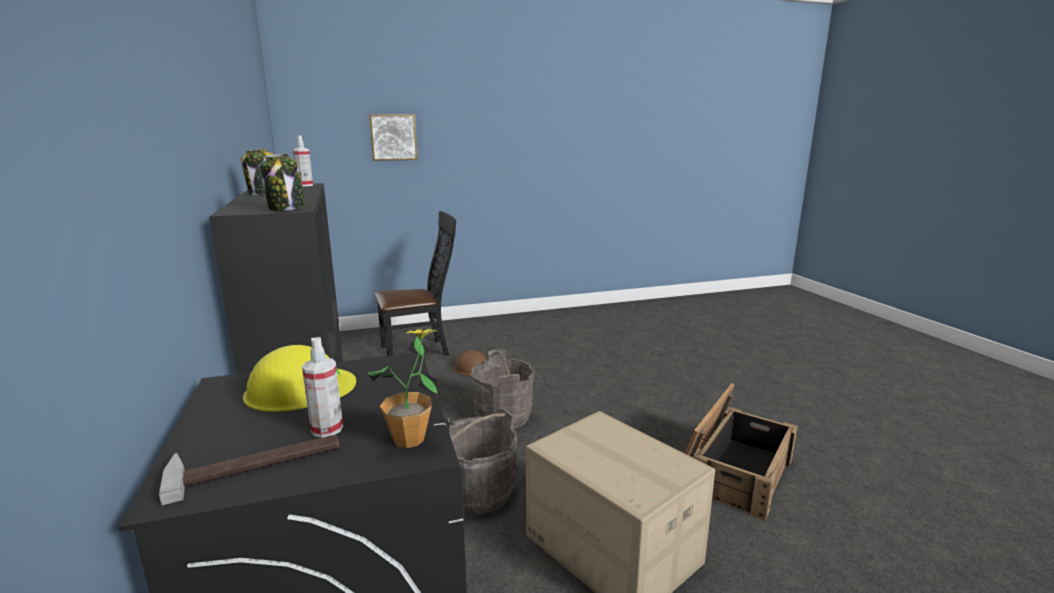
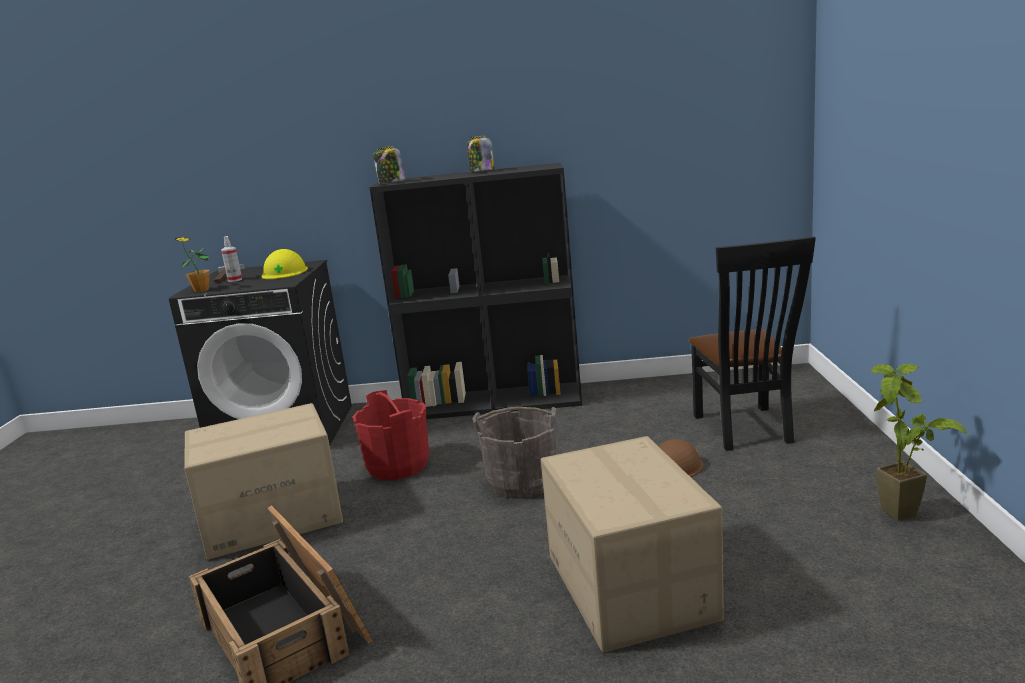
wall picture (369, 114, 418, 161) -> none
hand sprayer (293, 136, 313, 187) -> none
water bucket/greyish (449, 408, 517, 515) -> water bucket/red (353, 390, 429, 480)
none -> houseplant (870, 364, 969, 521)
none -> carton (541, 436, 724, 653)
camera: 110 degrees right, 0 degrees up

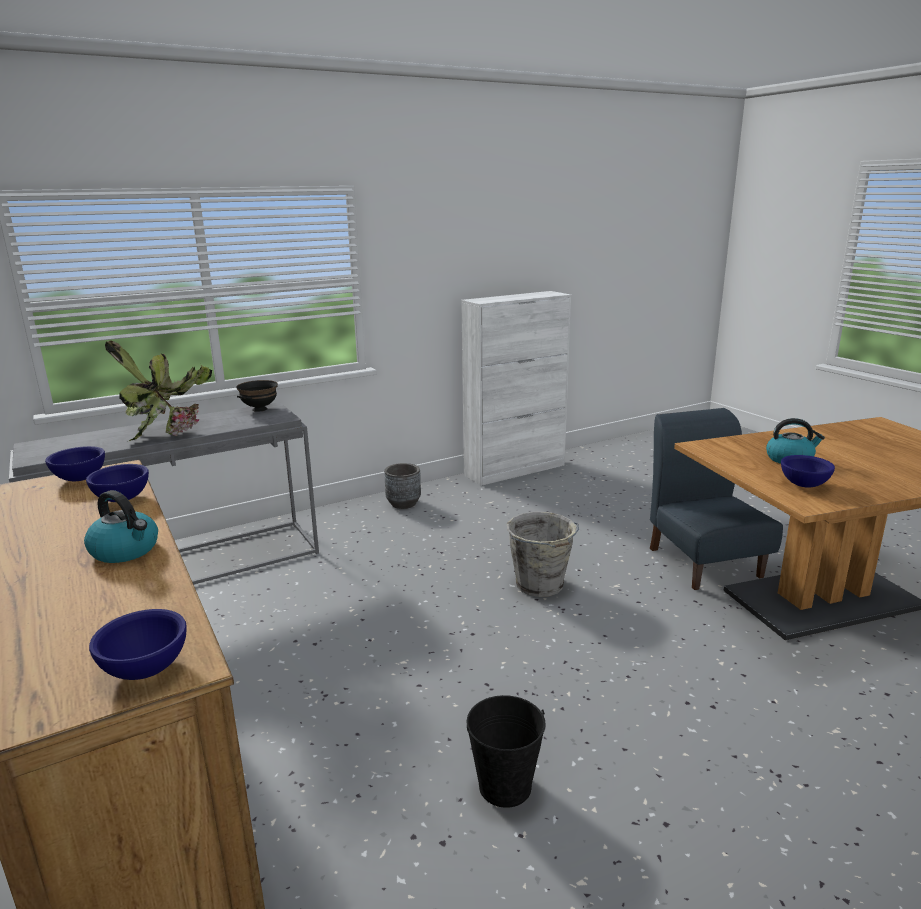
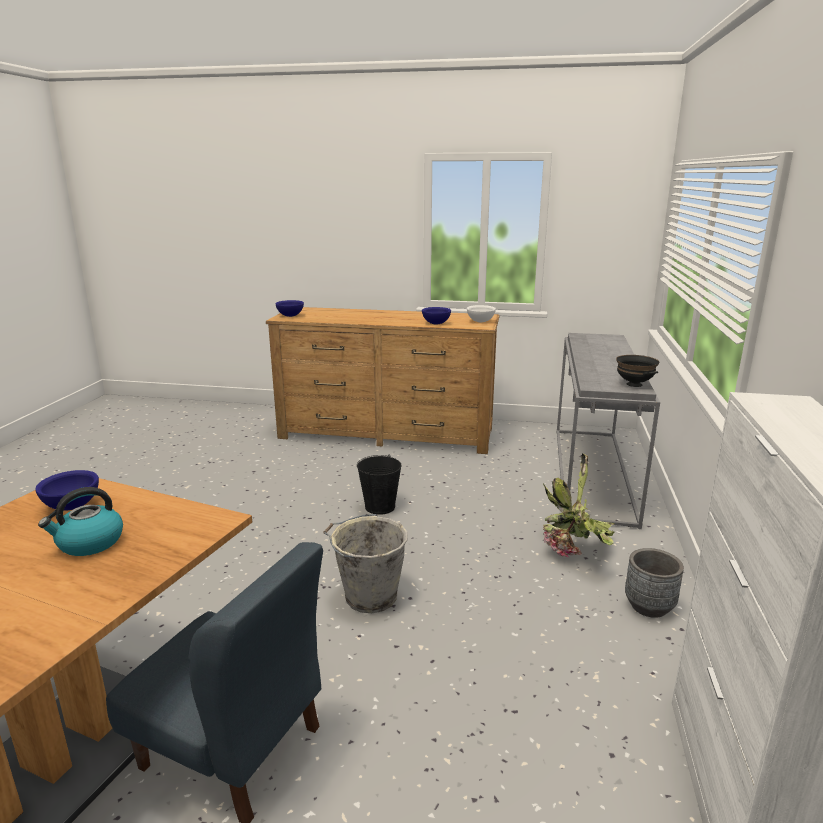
houseplant (105, 341, 212, 442) -> houseplant (543, 453, 615, 558), relocated
serving bowl/blue (45, 446, 105, 481) -> serving bowl/white (467, 305, 496, 322)
tea kettle (84, 490, 158, 563) -> none
water bucket/blackish (467, 695, 545, 808) -> water bucket/blackish (357, 455, 402, 515), relocated
camera: 130 degrees right, 0 degrees up

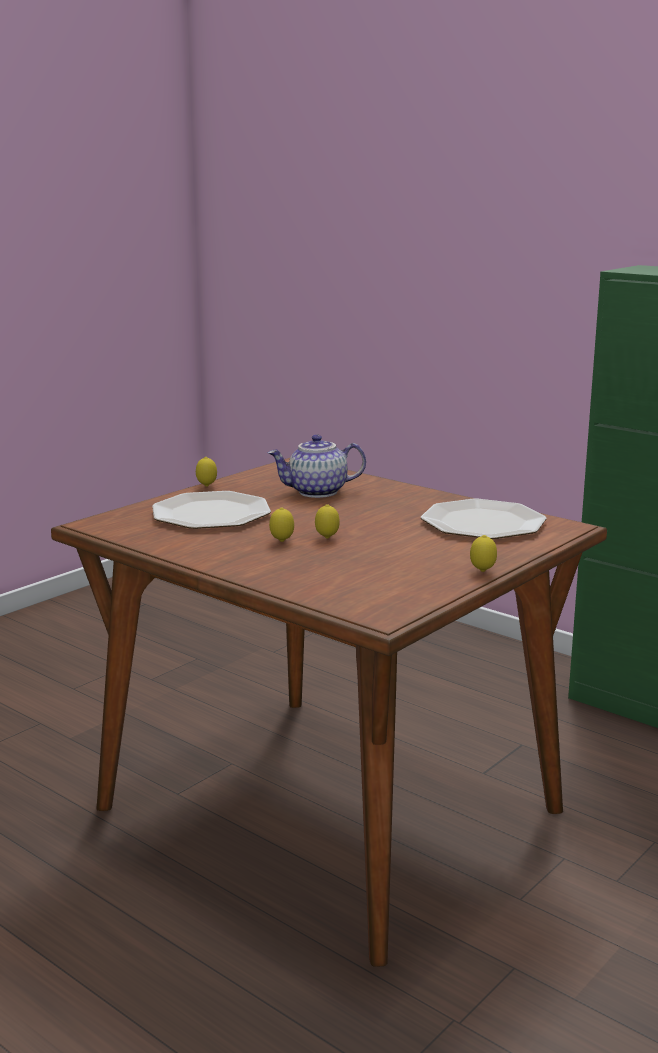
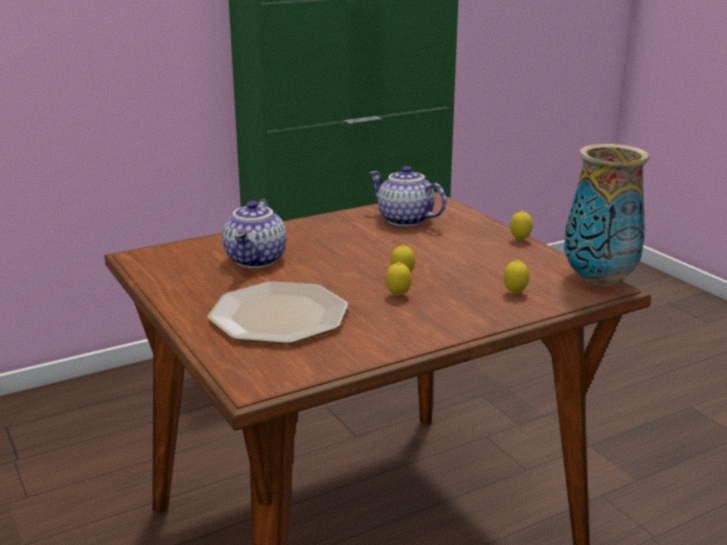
lemon (196, 457, 217, 487) -> lemon (503, 260, 529, 294), relocated
flat dish (421, 499, 547, 539) -> teapot (369, 166, 446, 226)
none -> vase (564, 144, 649, 287)
camera: 70 degrees left, 5 degrees up

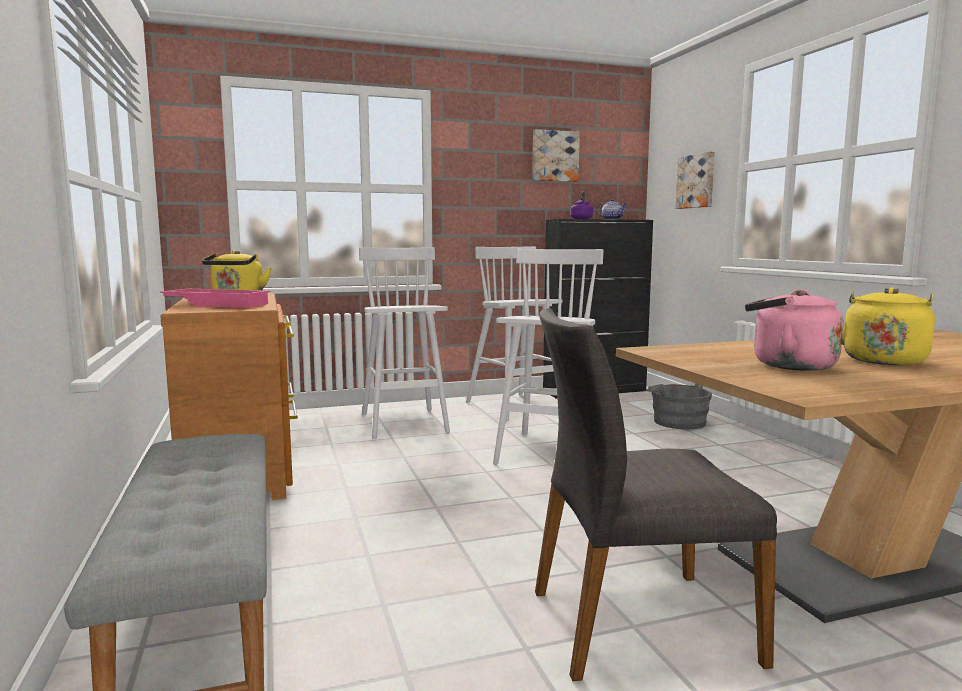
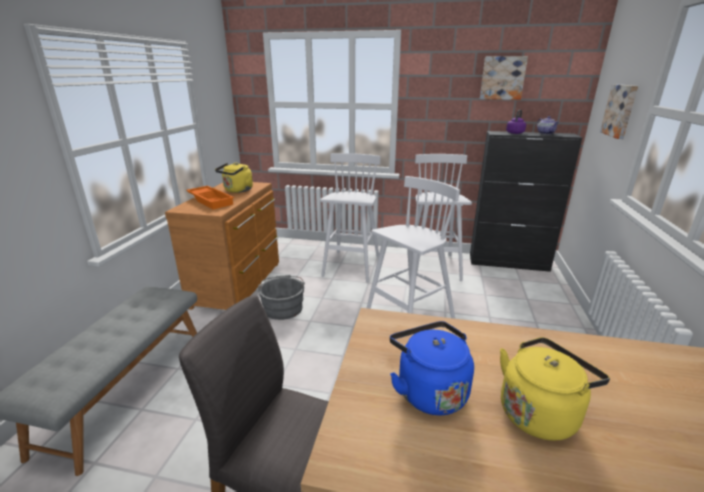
tray/pink-coloured (160, 289, 271, 308) -> tray/orangey (186, 186, 234, 209)
tea kettle/pink-coloured (745, 289, 843, 371) -> tea kettle/blue (390, 321, 474, 415)
water bucket/greyish (645, 383, 712, 429) -> water bucket/greyish (258, 275, 305, 320), relocated
camera: 30 degrees right, 15 degrees up

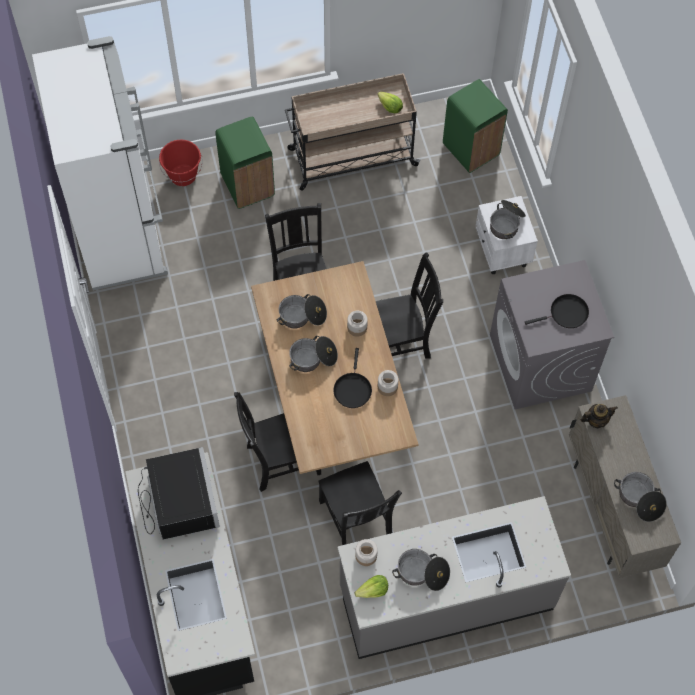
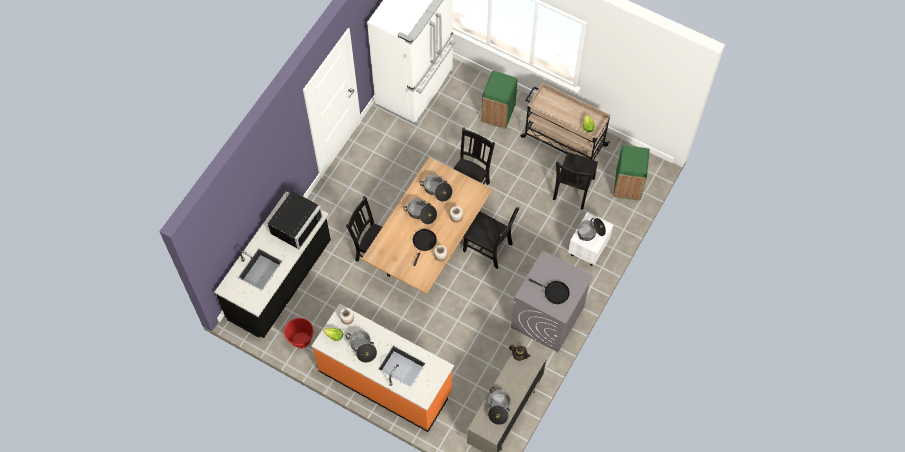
water bucket/red (159, 140, 203, 186) -> water bucket/red (284, 318, 314, 349), relocated
pan/blackish (334, 348, 372, 408) -> pan/blackish (413, 229, 437, 266), 150 degrees clockwise
chair/blackish (318, 461, 402, 545) -> chair/blackish (553, 152, 598, 210), relocated
kitchen base unit/greyish (338, 496, 571, 659) -> kitchen base unit/orangey (312, 304, 454, 432)
camera: 45 degrees right, 0 degrees up

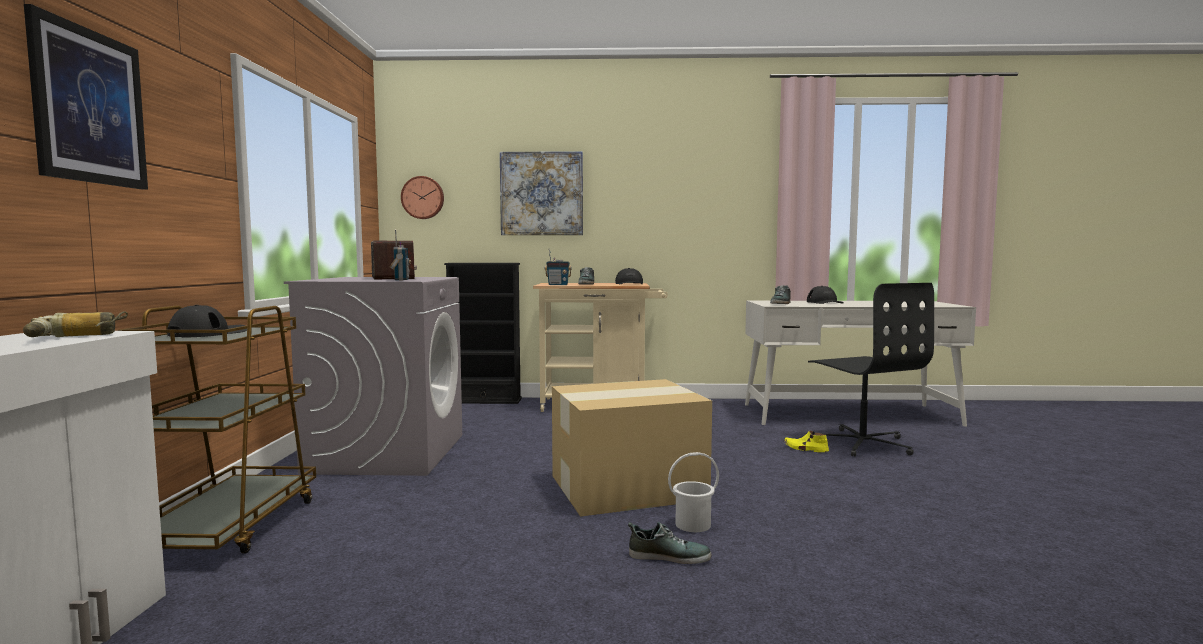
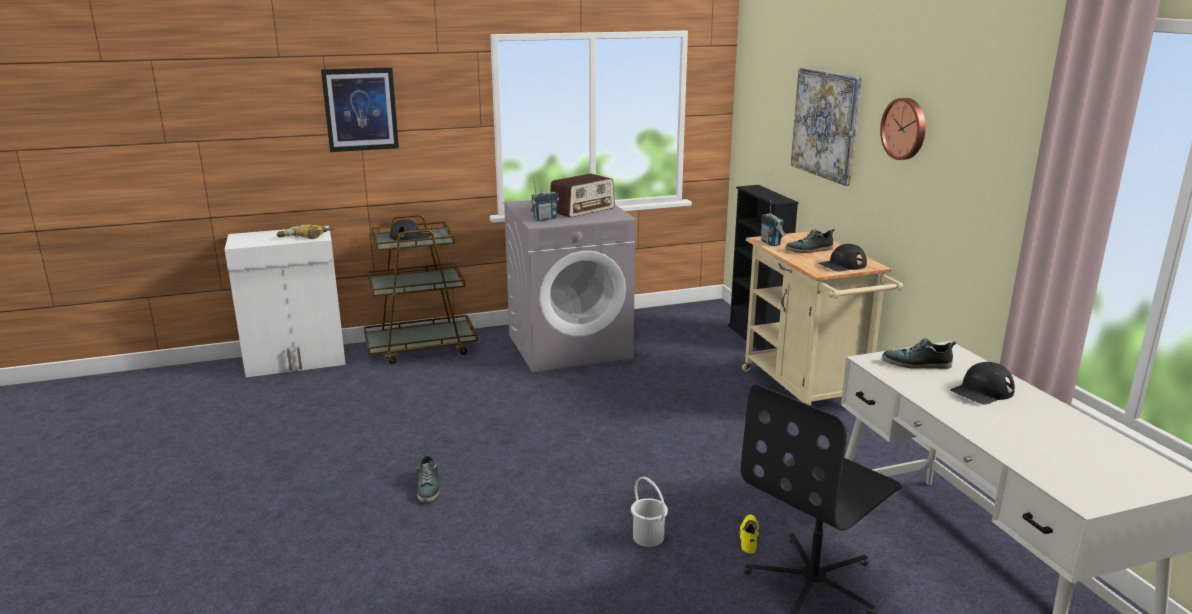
wall clock (401, 176, 444, 219) -> wall clock (880, 98, 926, 160), relocated
carton (552, 379, 712, 517) -> none
water bucket/white (668, 452, 719, 532) -> water bucket/white (631, 477, 668, 547), relocated
camera: 70 degrees right, 15 degrees up

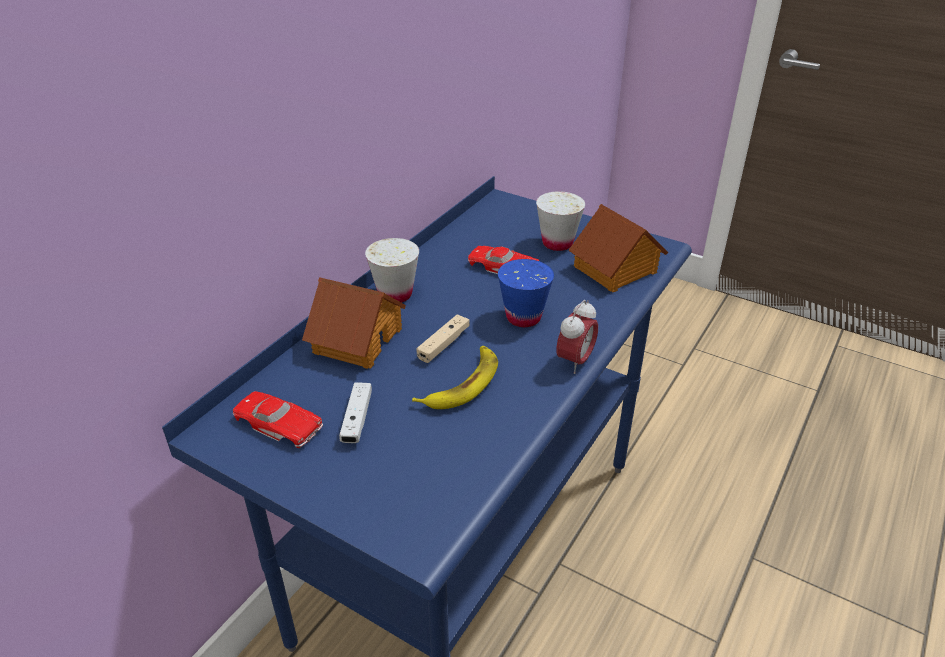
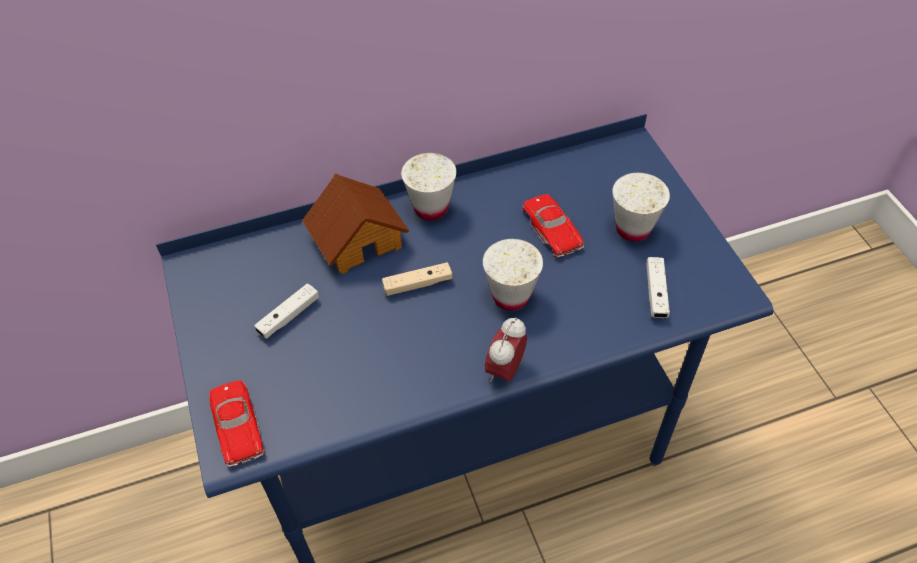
miniature house (568, 204, 668, 293) -> game controller/white (646, 257, 670, 318)
small cup/blue (498, 259, 554, 327) -> small cup/white (483, 239, 543, 311)
alarm clock (556, 300, 598, 374) -> alarm clock (485, 317, 527, 382), 135 degrees clockwise
banana (412, 346, 498, 409) -> none
miniature car/red (233, 391, 323, 448) -> miniature car/red (209, 380, 265, 467), relocated
camera: 40 degrees right, 15 degrees up

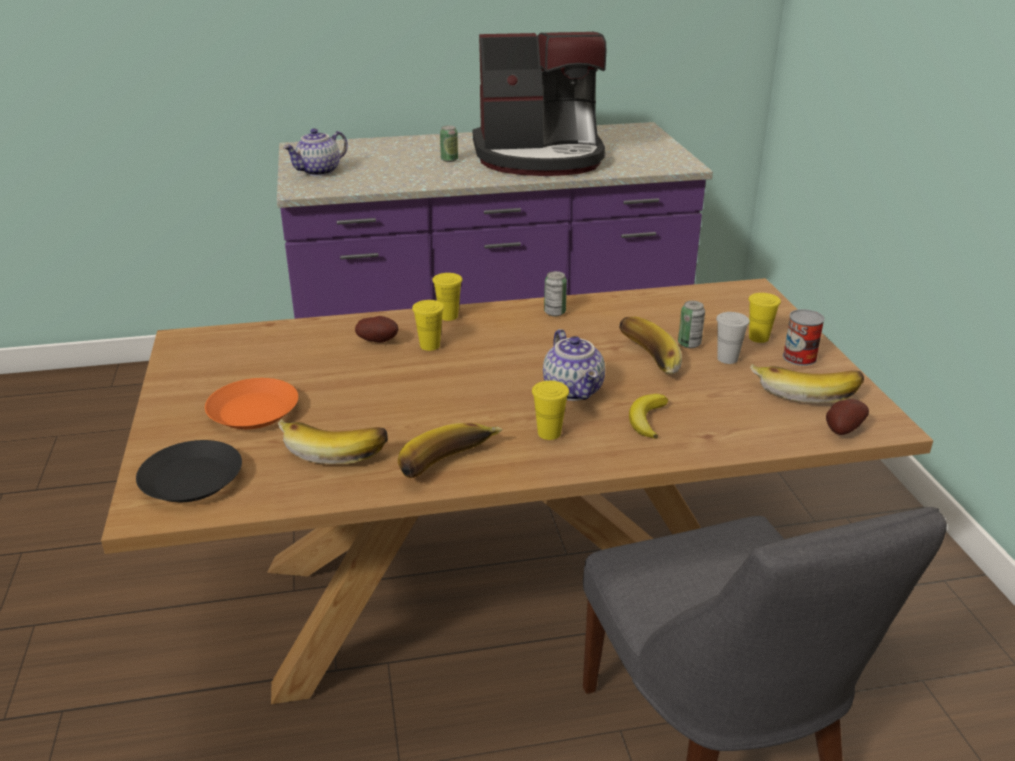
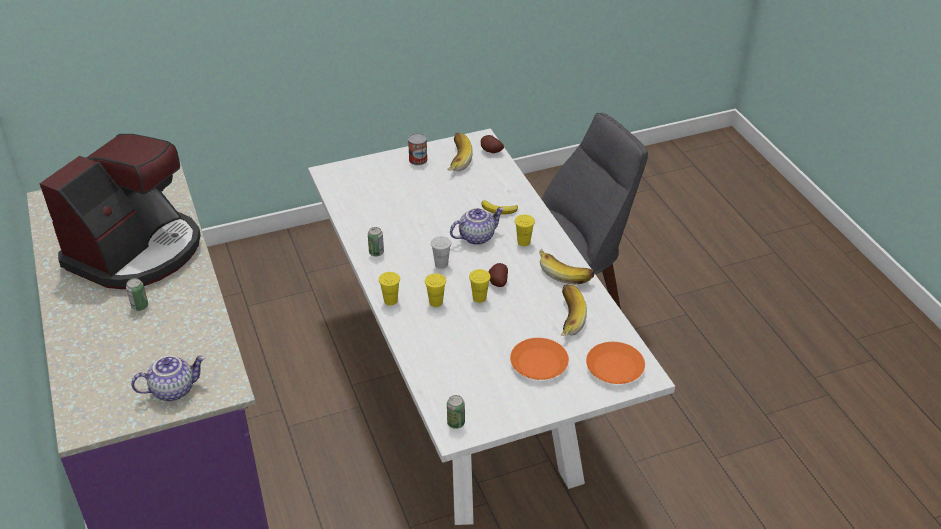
coffee machine (473, 31, 606, 176) -> coffee machine (39, 134, 201, 289), 45 degrees clockwise
teapot (283, 128, 348, 176) -> teapot (131, 355, 205, 401), 60 degrees counterclockwise
dining table/brown-coloured (101, 278, 933, 704) -> dining table/white (308, 128, 675, 525)
small cup/yellowish (749, 293, 781, 343) -> small cup/yellowish (469, 269, 491, 303), relocated
metal can (678, 301, 705, 348) -> metal can (447, 395, 465, 429), relocated
small cup/white (716, 312, 750, 364) -> small cup/white (431, 236, 451, 269), relocated
spud (355, 316, 399, 343) -> spud (489, 263, 508, 287), relocated
banana (619, 317, 682, 374) -> none
flat dish/blackish (136, 440, 242, 502) -> flat dish/orangey (586, 342, 645, 384)
camera: 100 degrees left, 10 degrees up

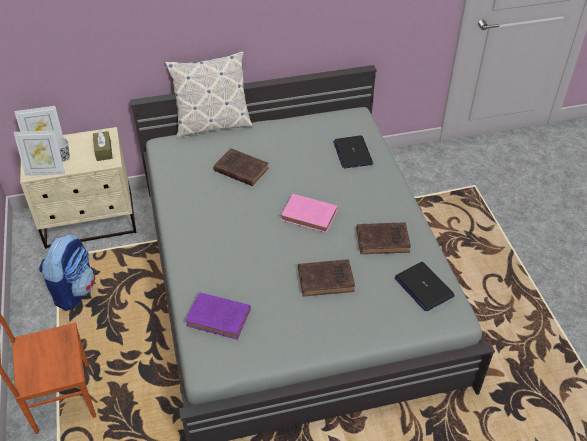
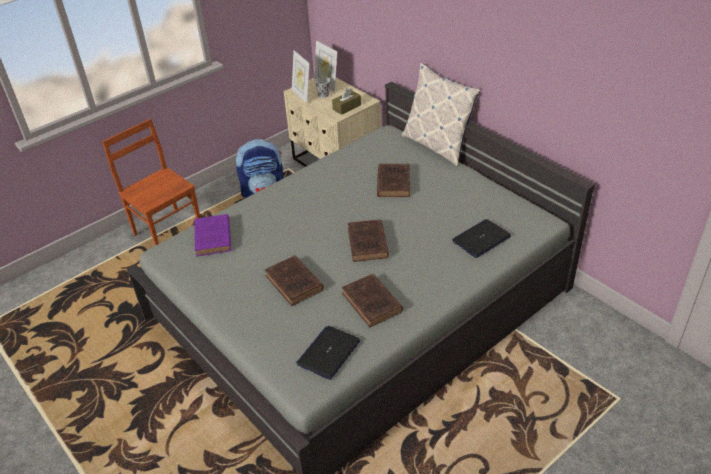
volume/pink-coloured (281, 194, 338, 233) -> volume/brown-coloured (348, 219, 389, 262)
camera: 65 degrees right, 5 degrees down

